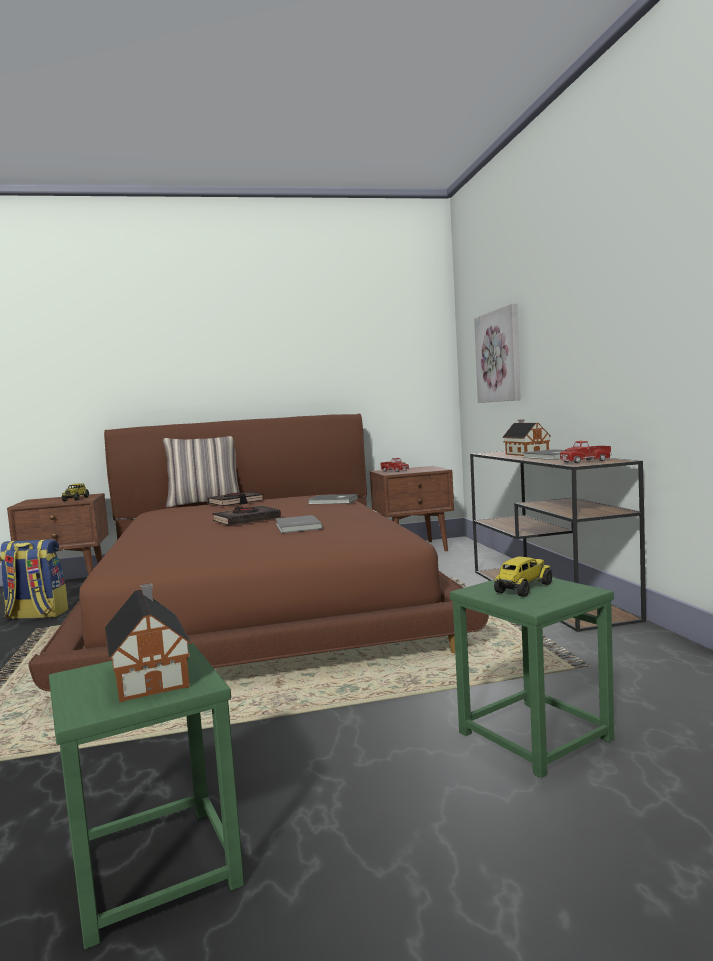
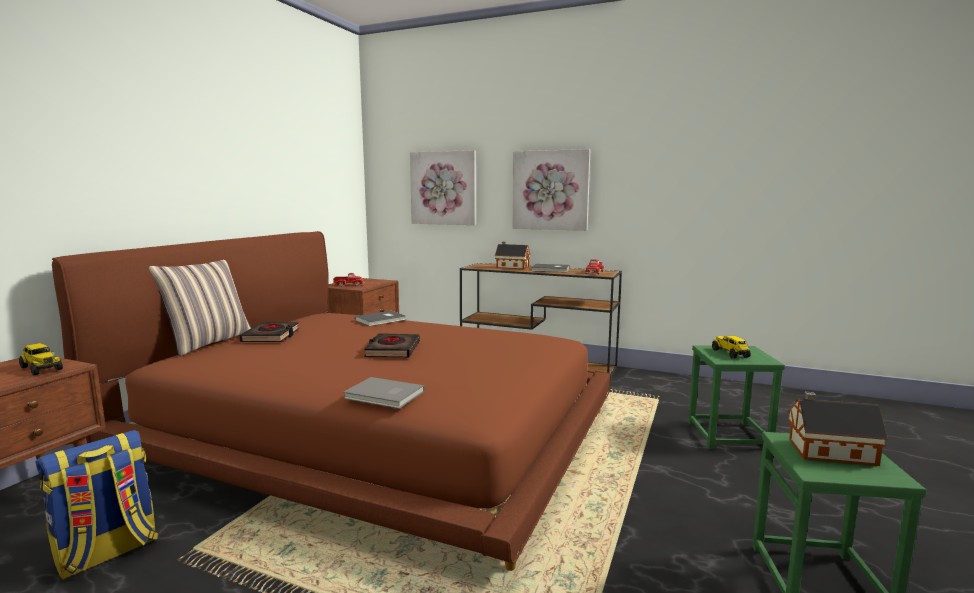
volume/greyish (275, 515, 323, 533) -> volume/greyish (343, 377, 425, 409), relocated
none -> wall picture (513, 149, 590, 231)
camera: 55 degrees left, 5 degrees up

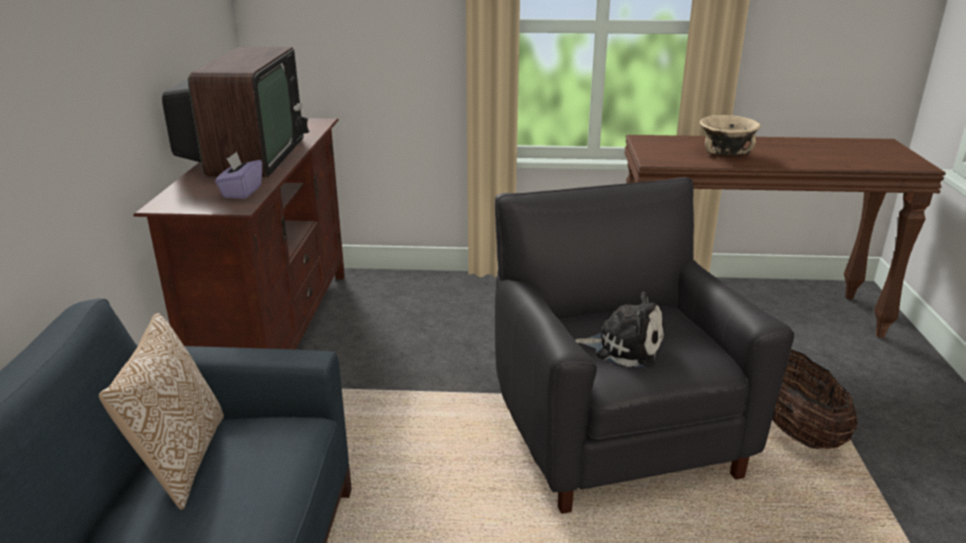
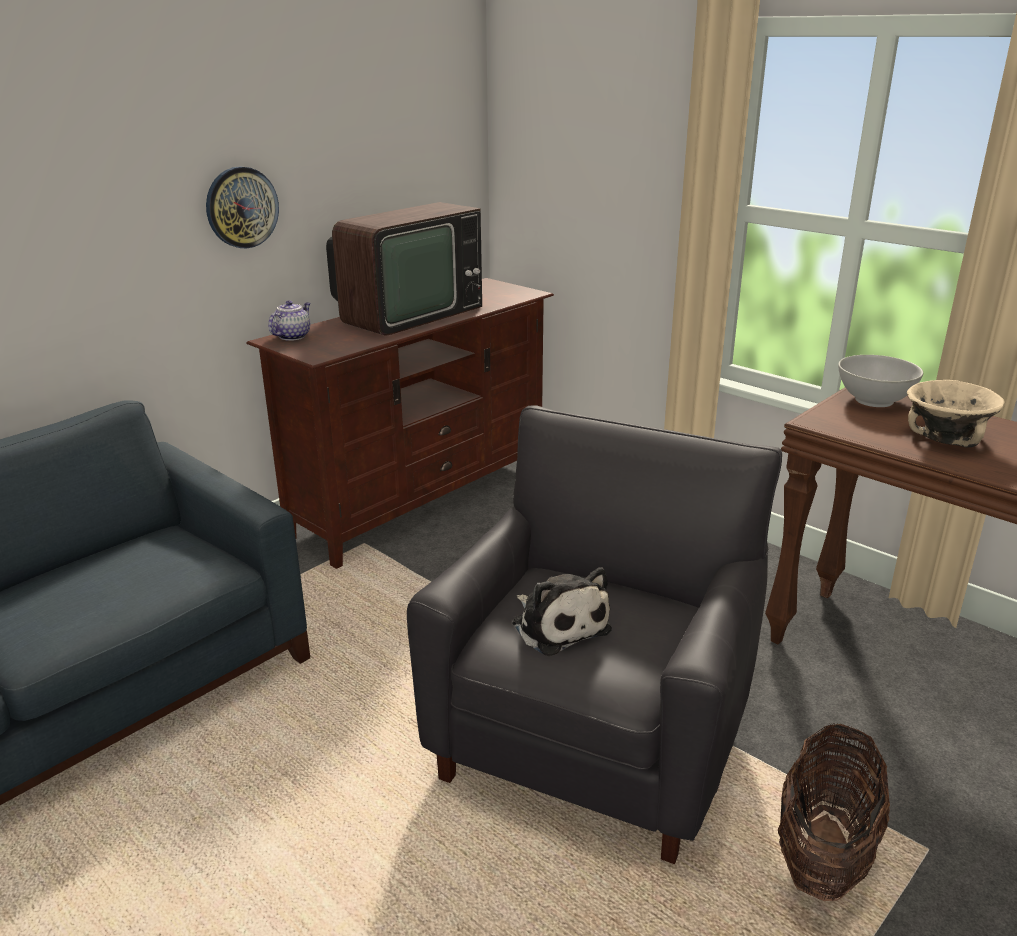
tissue holder/purple-coloured (215, 152, 262, 199) -> none
pillow (99, 313, 224, 510) -> none
none -> wall clock (206, 166, 279, 249)
none -> teapot (268, 300, 310, 341)
none -> serving bowl/white (838, 355, 923, 407)
camera: 40 degrees right, 0 degrees up

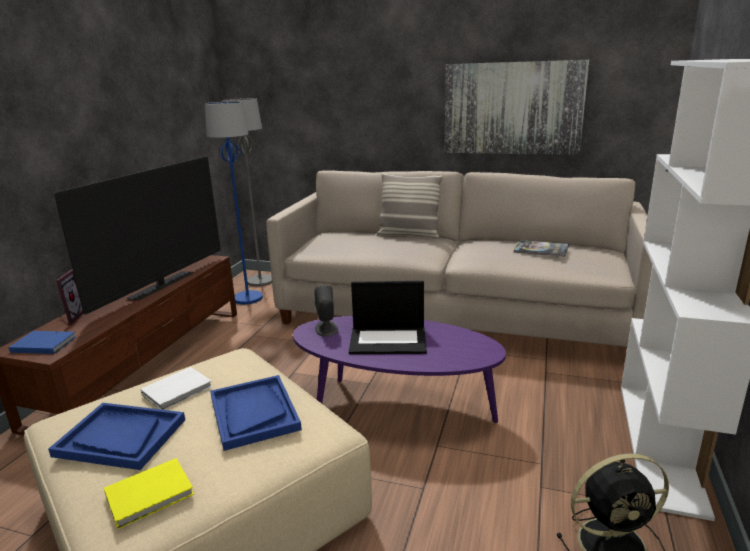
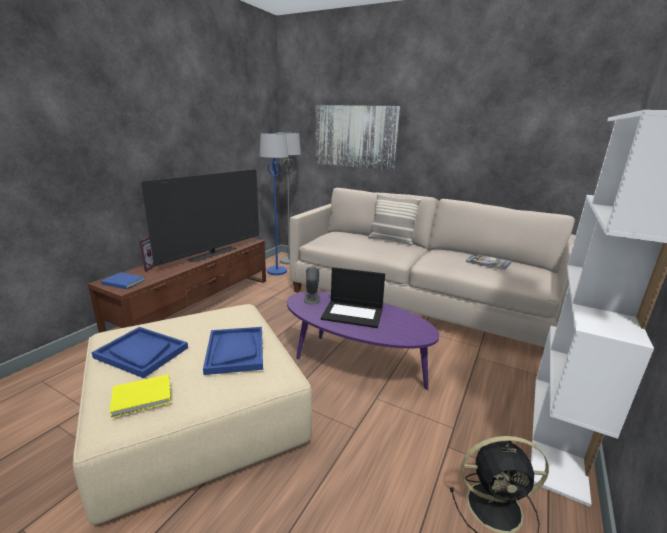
wall picture (445, 60, 589, 155) -> wall picture (315, 105, 400, 170), relocated
volume/white (140, 367, 212, 410) -> none
camera: 10 degrees right, 0 degrees up

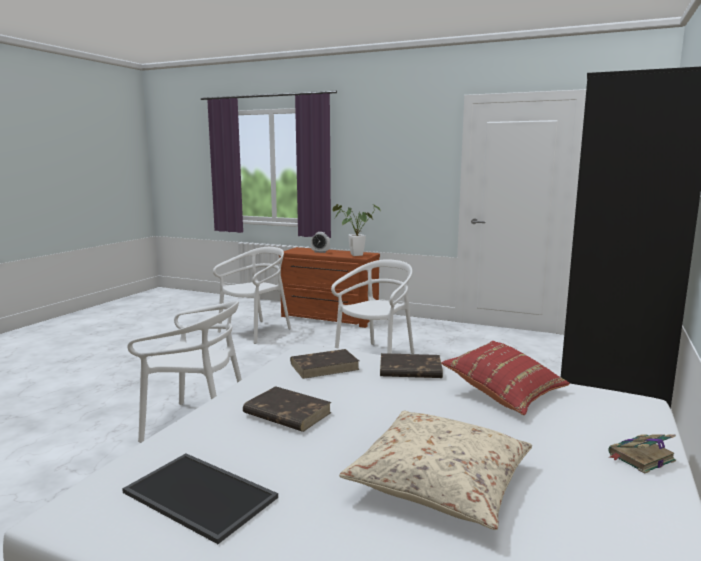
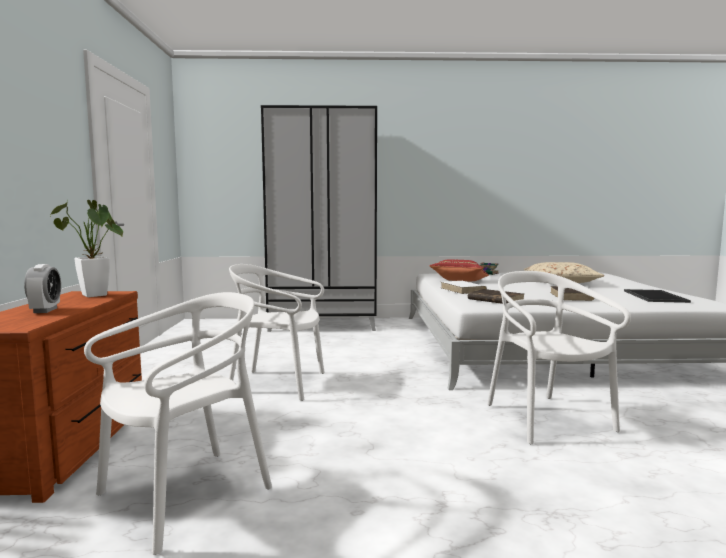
chair/white (213, 247, 291, 344) -> chair/white (84, 292, 272, 555), 120 degrees clockwise
volume/brown-coloured (380, 353, 443, 378) -> volume/white (441, 281, 487, 294)
camera: 115 degrees left, 5 degrees down

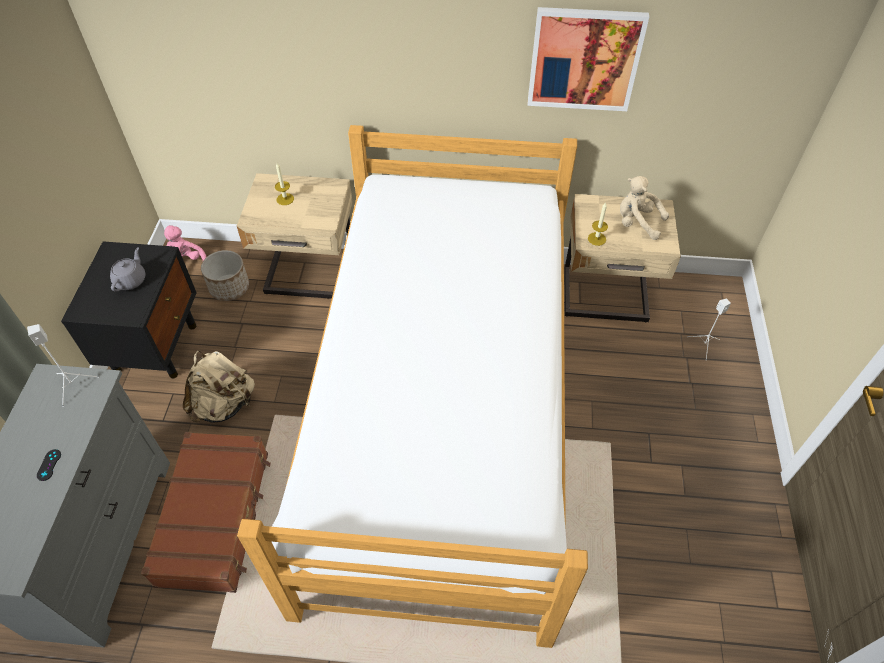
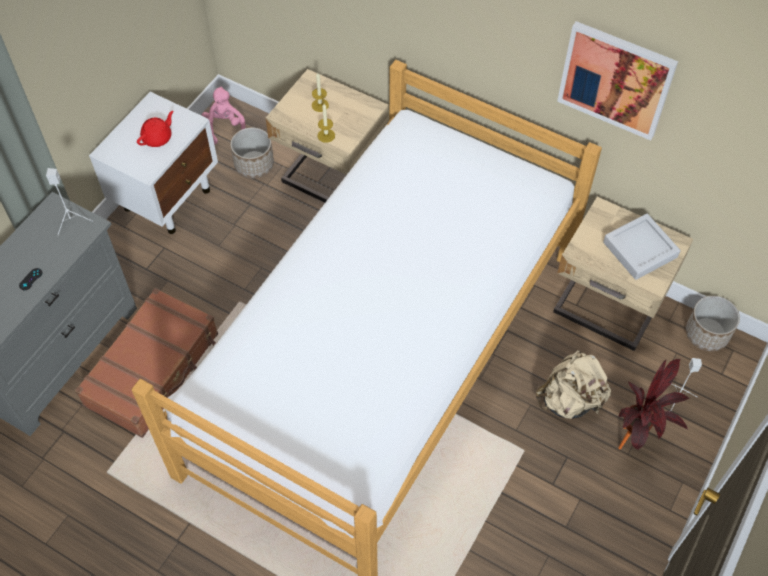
cuddly toy/sand-coloured (620, 176, 669, 240) -> tray/greyish (603, 214, 681, 280)
wax light (588, 203, 608, 246) -> wax light (318, 104, 335, 143), relocated
nightstand/blackish (61, 241, 197, 379) -> nightstand/white (89, 92, 218, 234)
teapot/greyish (110, 247, 146, 292) -> teapot/red (137, 111, 173, 147)
rucksack/sand-coloured (183, 351, 255, 423) -> rucksack/sand-coloured (536, 350, 611, 419), relocated
none -> flower pot (686, 296, 740, 351)
none -> houseplant (618, 359, 690, 450)
camera: 25 degrees right, 5 degrees up

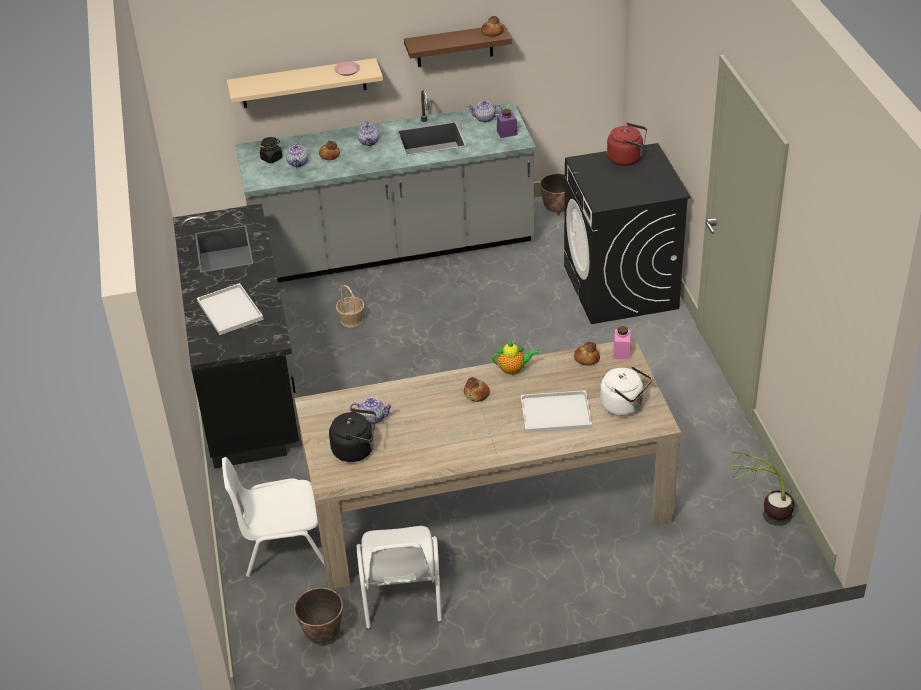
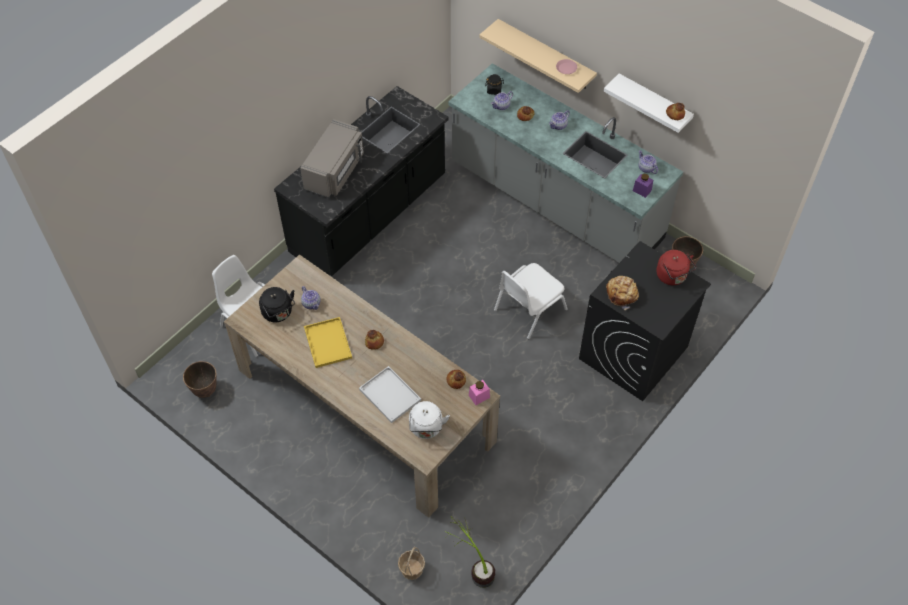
bracket shelf/brown-coloured (404, 24, 512, 67) -> bracket shelf/white (603, 74, 694, 133)
tray/white (197, 283, 264, 335) -> microwave/greyish (300, 119, 364, 198)
storage basket (336, 285, 365, 327) -> storage basket (398, 546, 425, 580), relocated
teapot (492, 341, 539, 375) -> none
chair/white (357, 526, 442, 629) -> chair/white (494, 263, 567, 339), relocated
none -> bread (606, 276, 639, 310)
none -> tray/yellowish (304, 317, 352, 368)
camera: 50 degrees right, 15 degrees up

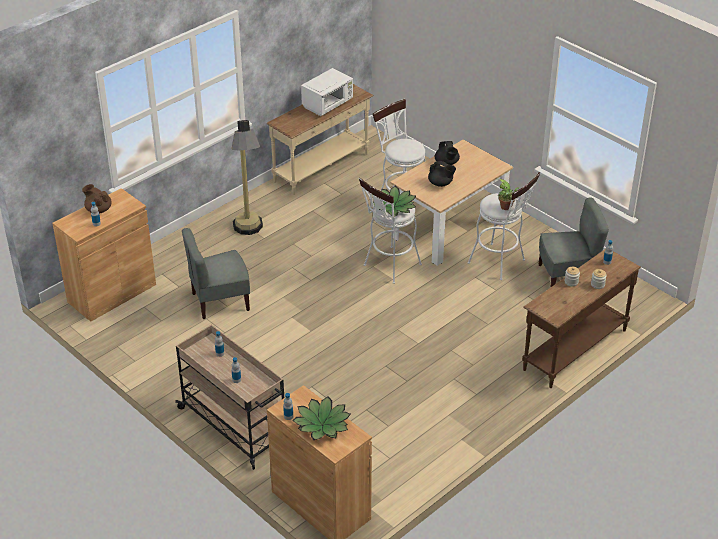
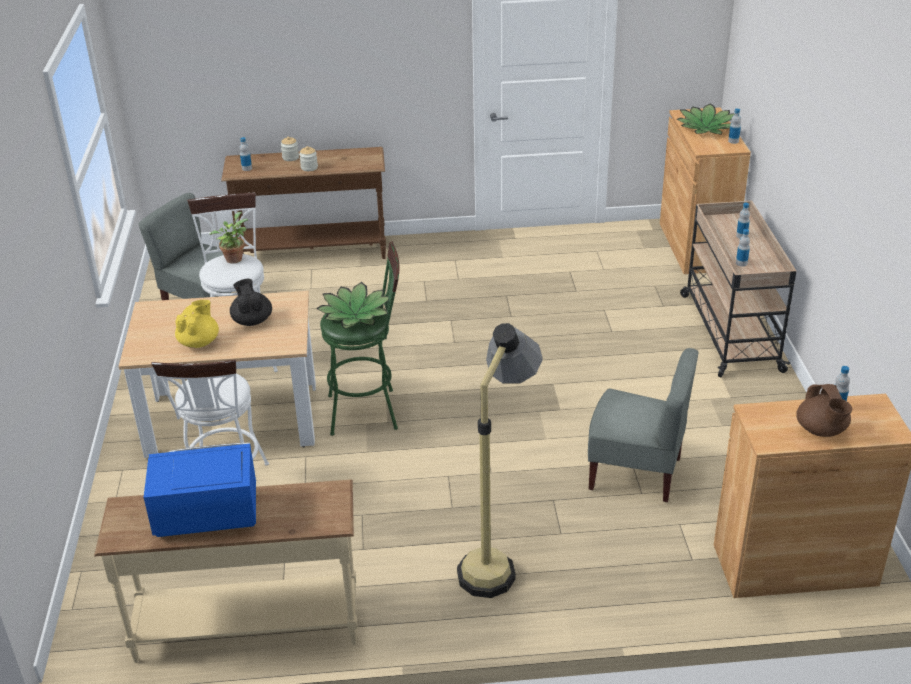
microwave/white (301, 68, 353, 116) -> microwave/blue (144, 443, 256, 537)
teapot/blackish (435, 141, 460, 165) -> teapot/yellowish (175, 300, 219, 348)
stool/white (359, 178, 422, 284) -> stool/green (320, 241, 399, 436)
camera: 140 degrees left, 5 degrees down

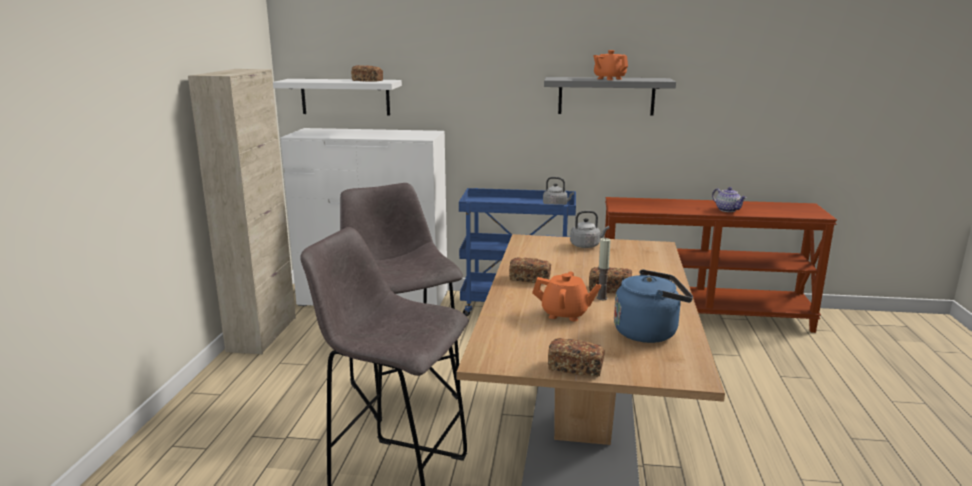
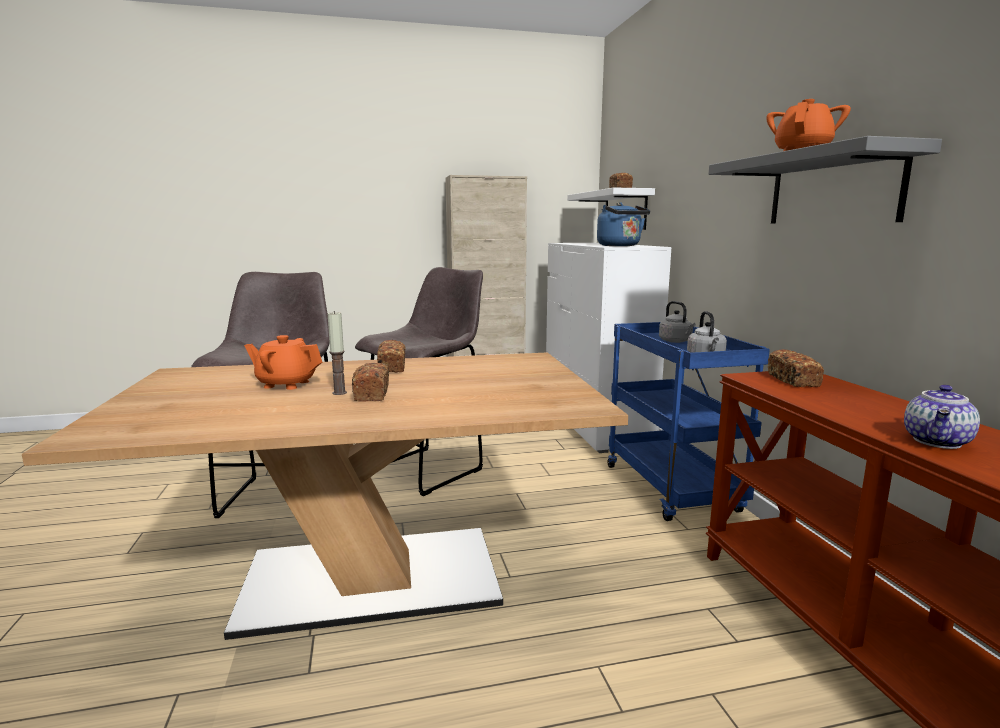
tea kettle/greyish (570, 211, 610, 248) -> tea kettle/greyish (659, 301, 696, 343), relocated
tea kettle/blue (614, 269, 693, 343) -> tea kettle/blue (597, 202, 650, 246), relocated
teapot/orangey (532, 271, 601, 321) -> teapot/orangey (244, 335, 322, 390), 105 degrees clockwise
bread (548, 338, 605, 377) -> bread (768, 349, 824, 387), relocated
camera: 70 degrees right, 5 degrees down

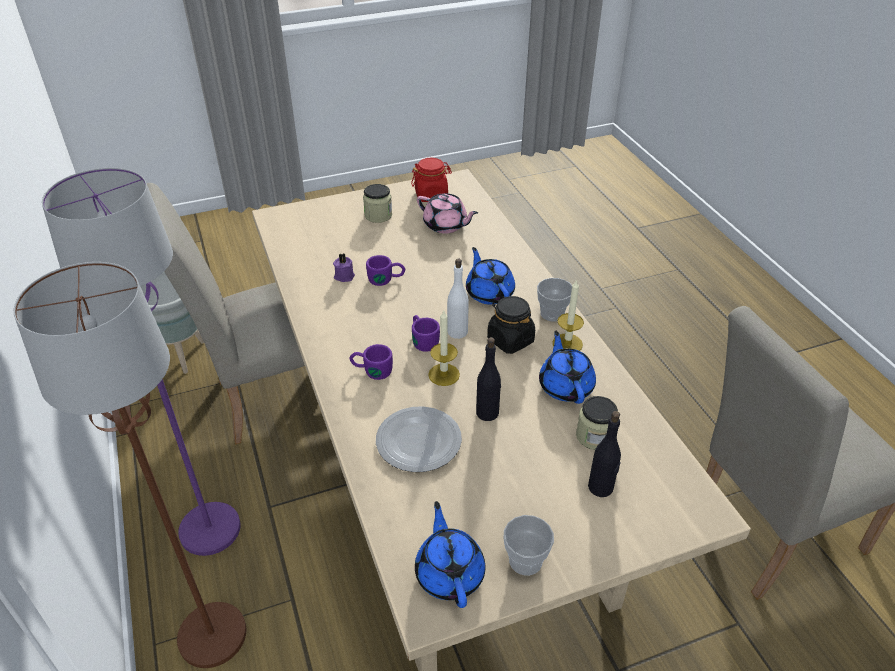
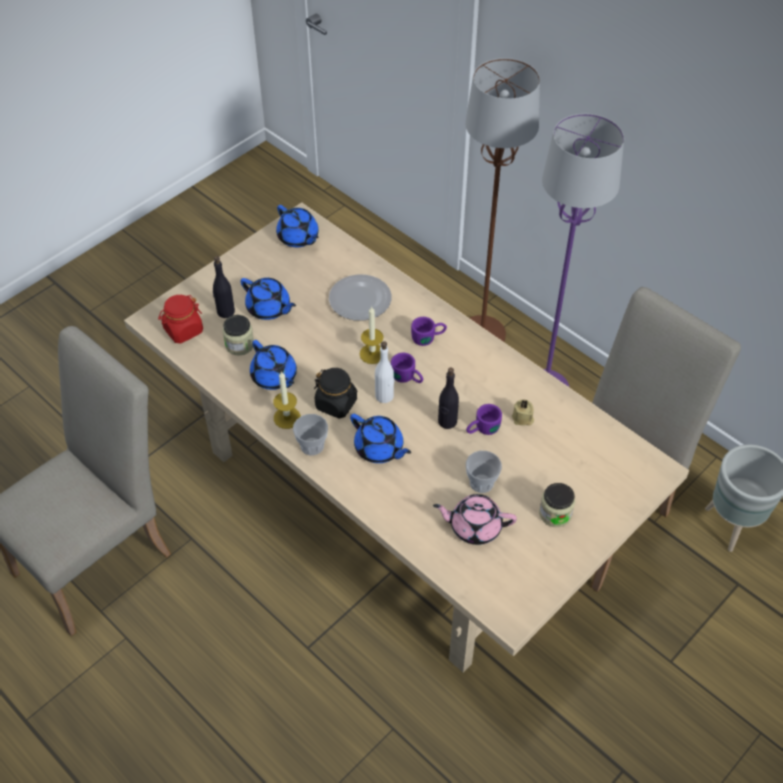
storage jar/red (411, 157, 452, 202) -> storage jar/red (158, 295, 203, 343), relocated
wax light/purple-coloured (333, 253, 355, 282) -> wax light/sand-coloured (512, 400, 534, 426)
bottle/blackish (476, 337, 501, 421) -> bottle/blackish (438, 367, 459, 429), relocated
small cup (503, 515, 554, 576) -> small cup (466, 451, 502, 493), relocated
none -> teapot/blue (240, 278, 296, 320)
camera: 155 degrees right, 10 degrees up

